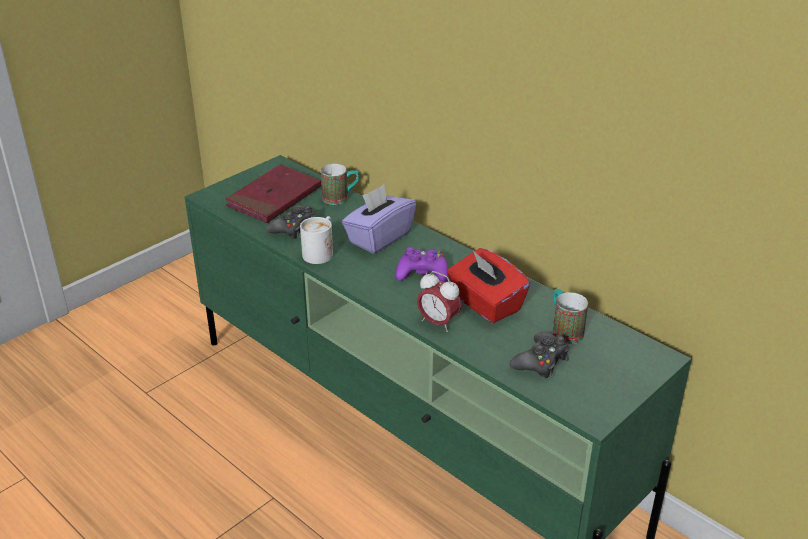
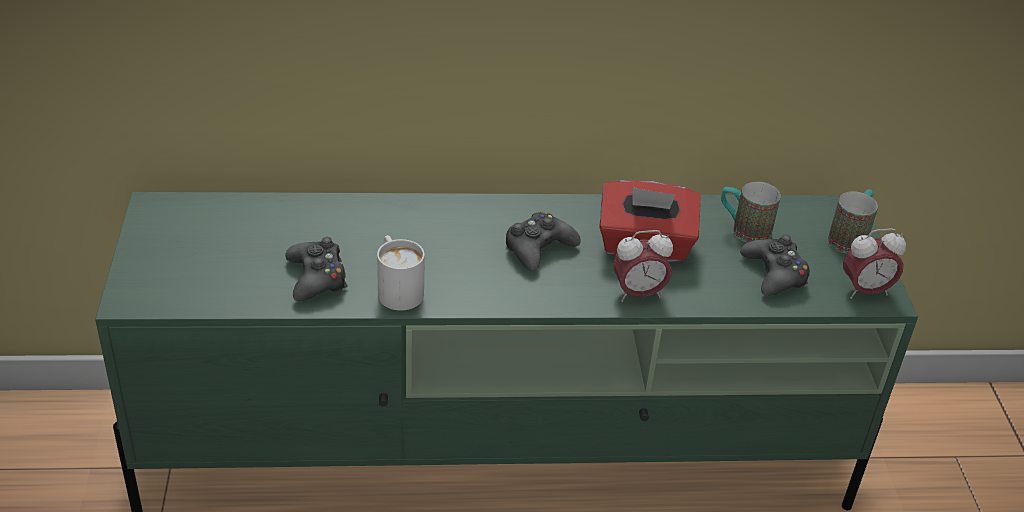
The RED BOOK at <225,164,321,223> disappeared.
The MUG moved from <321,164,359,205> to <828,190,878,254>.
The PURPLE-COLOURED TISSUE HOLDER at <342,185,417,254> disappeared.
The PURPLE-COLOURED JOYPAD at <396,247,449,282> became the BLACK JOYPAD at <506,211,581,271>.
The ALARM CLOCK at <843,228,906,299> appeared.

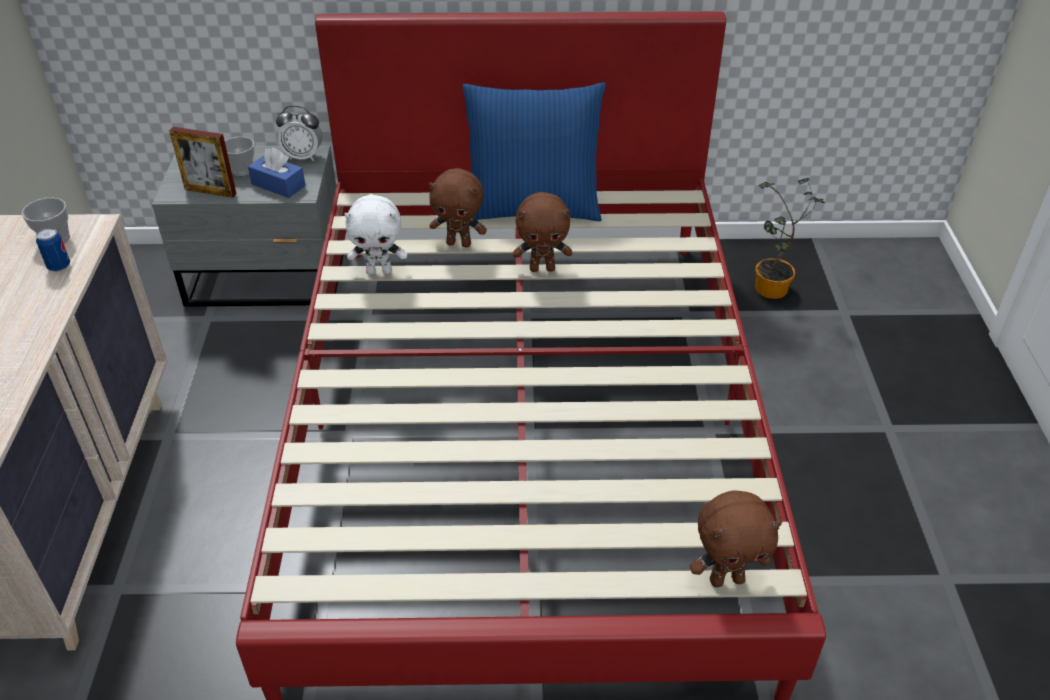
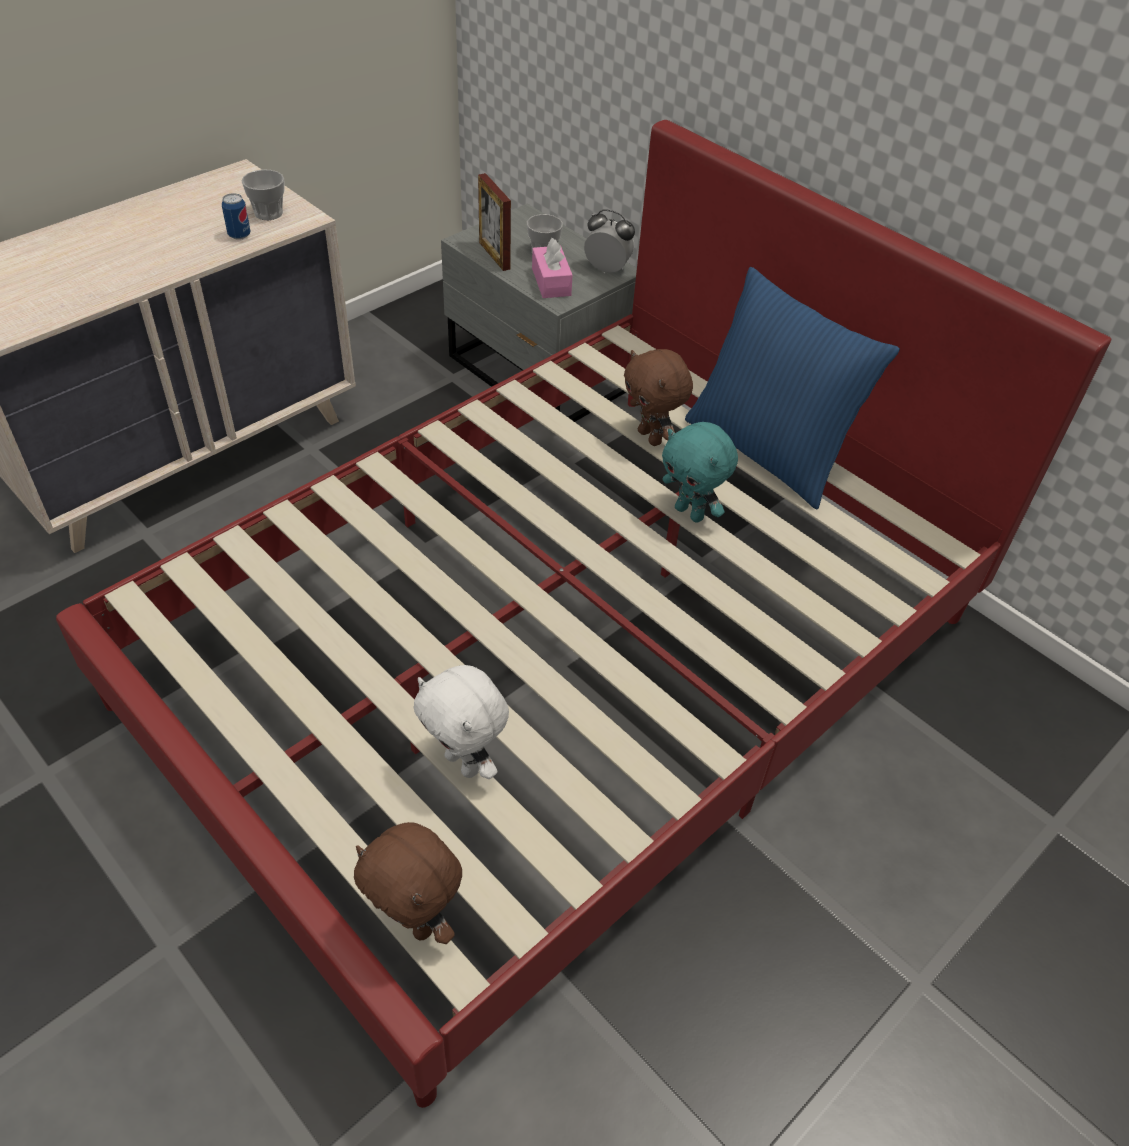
The BLUE-COLOURED TISSUE HOLDER at <248,148,306,198> became the PINKISH TISSUE HOLDER at <532,238,573,298>.
The ALARM CLOCK at <276,105,322,161> turned 150 degrees clockwise.
The WHITISH PLUSH TOY moved from <344,195,407,275> to <413,665,509,779>.
The BROWN-COLOURED PLUSH TOY at <513,192,572,272> became the BLUE-GREEN PLUSH TOY at <662,422,738,523>.
The HOUSEPLANT at <755,178,825,299> disappeared.

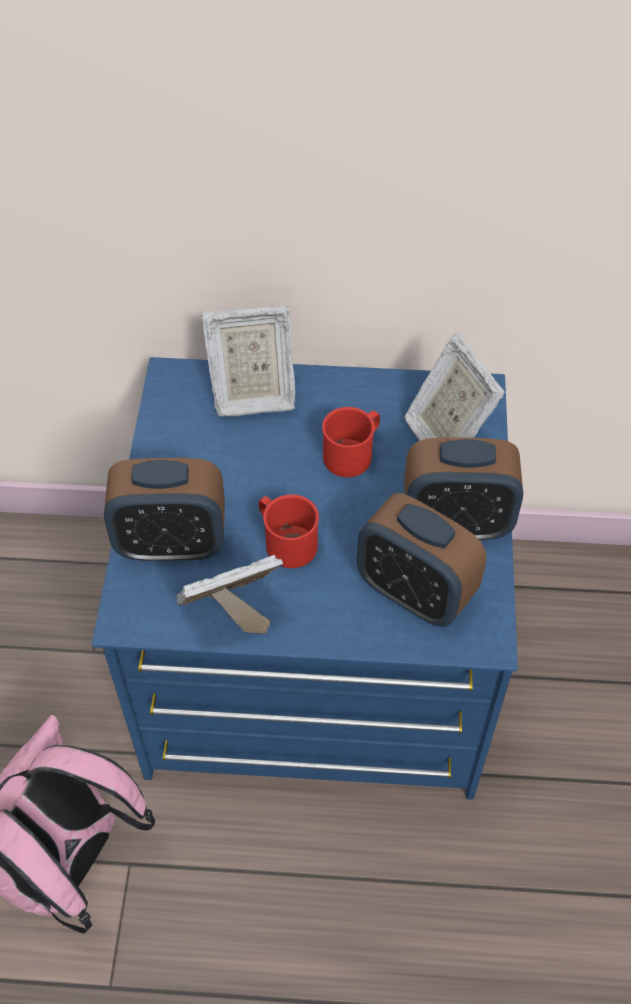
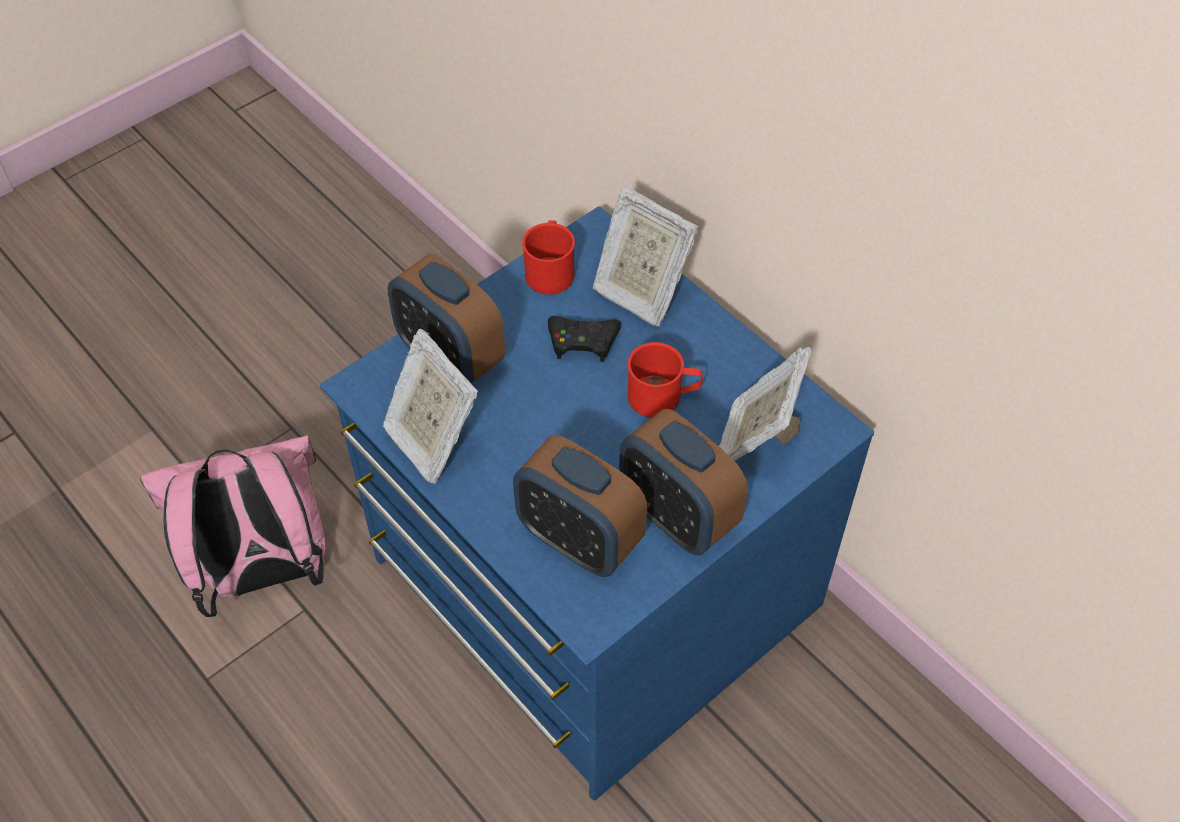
The STANDING FRAME at <177,555,283,634> turned 150 degrees counterclockwise.
The RED MUG moved from <259,494,319,568> to <522,220,575,295>.
The ALARM CLOCK at <357,493,486,627> turned 45 degrees counterclockwise.
The BLACK JOYPAD at <548,316,621,362> appeared.

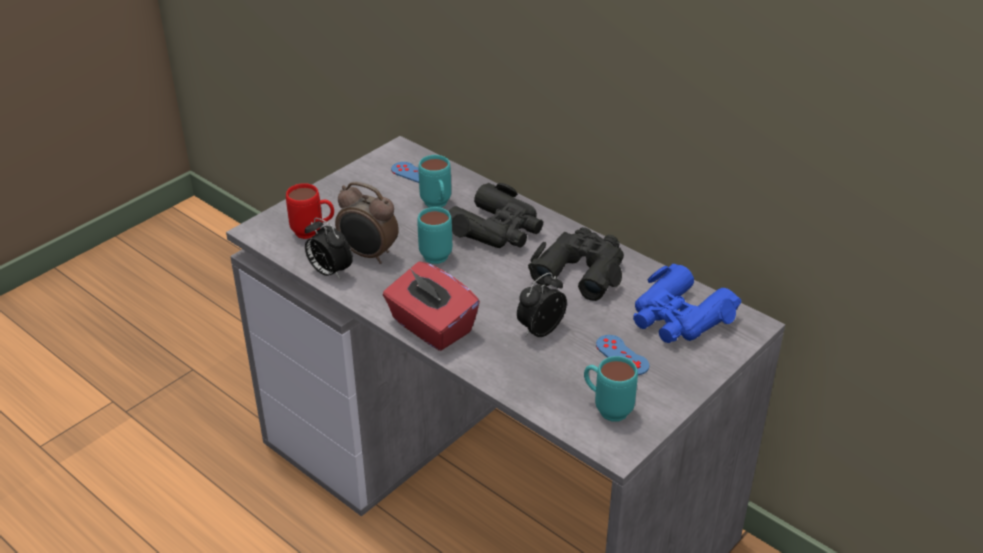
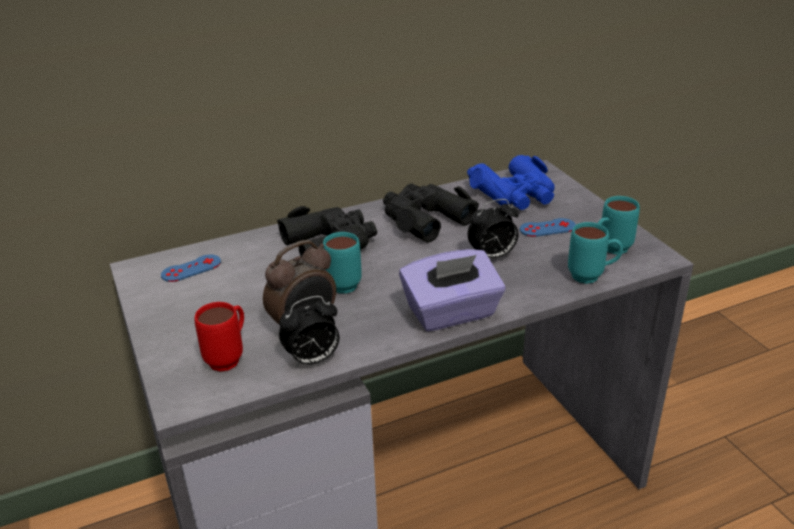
The RED TISSUE HOLDER at <383,262,480,351> became the PURPLE-COLOURED TISSUE HOLDER at <399,249,505,331>.
The BLUE-GREEN MUG moved from <418,155,451,208> to <568,222,623,284>.
The ALARM CLOCK at <517,273,567,337> turned 90 degrees counterclockwise.

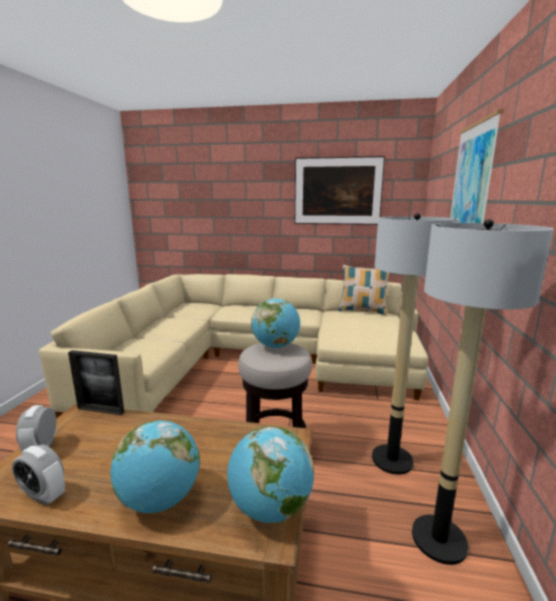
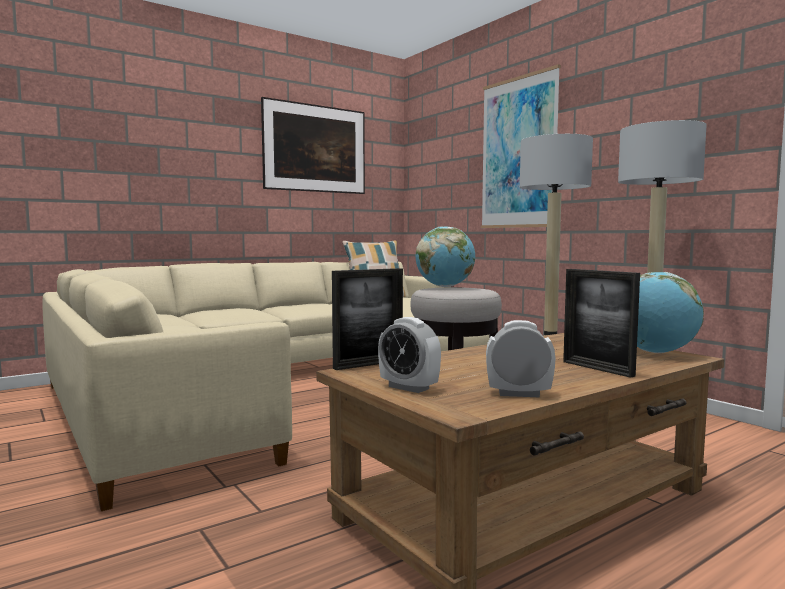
The ALARM CLOCK at <12,445,65,505> turned 150 degrees counterclockwise.
The GLOBE at <110,420,200,513> was replaced by the STANDING FRAME at <563,269,640,378>.

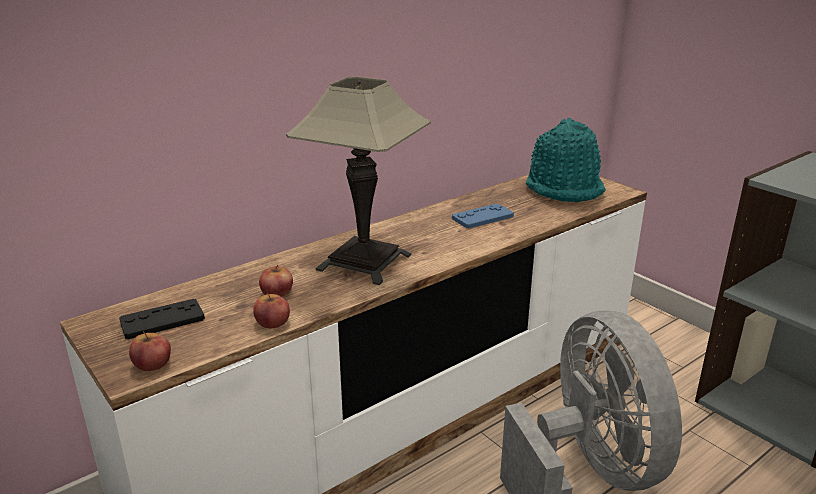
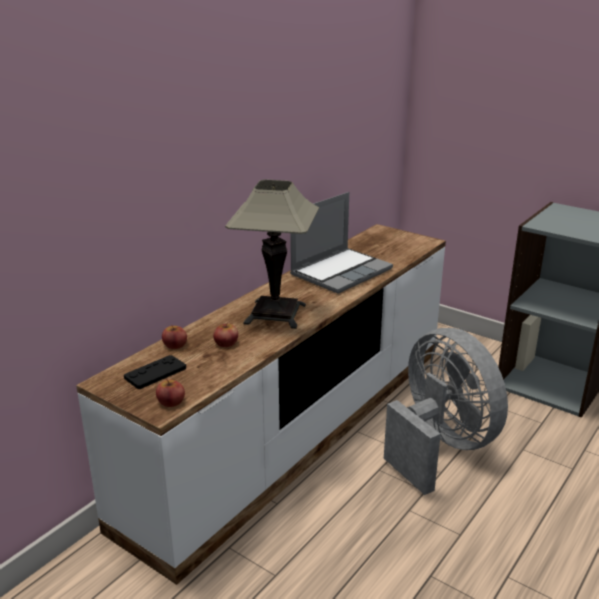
The WHOLE APPLE moved from <253,293,290,328> to <162,325,187,349>.
The BLUE-COLOURED JOYPAD at <452,204,514,229> was replaced by the PORTABLE COMPUTER at <290,192,393,294>.
The BLUE-GREEN HAT at <526,118,606,202> disappeared.

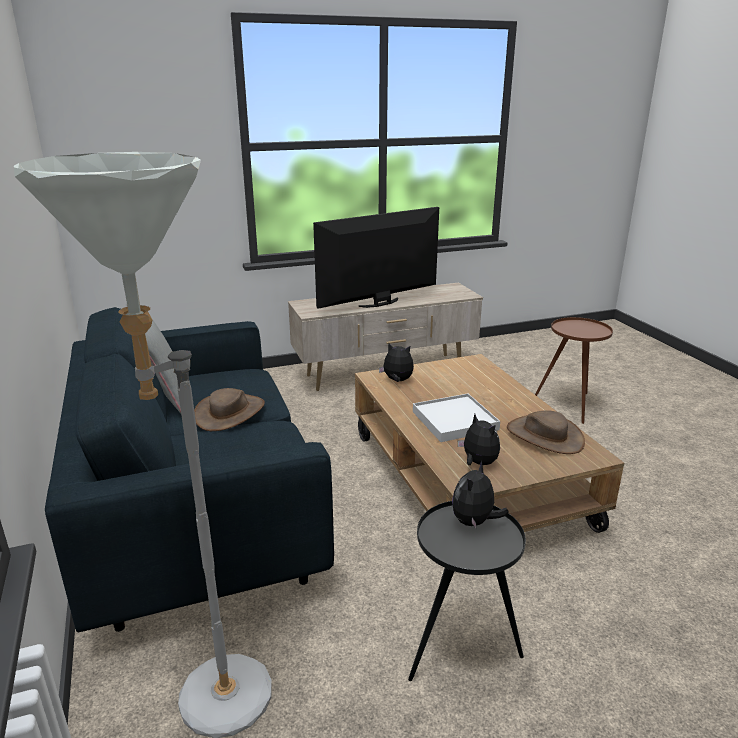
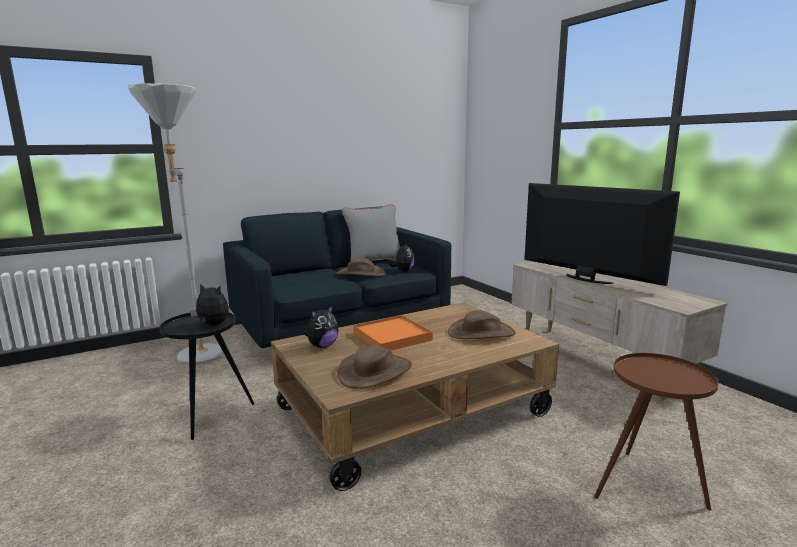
The PLUSH TOY moved from <379,343,414,382> to <389,243,415,271>.
The WHITISH SERVING TRAY at <413,394,500,442> became the ORANGEY SERVING TRAY at <353,315,433,350>.
The BROWN-COLOURED HAT at <448,310,516,339> appeared.

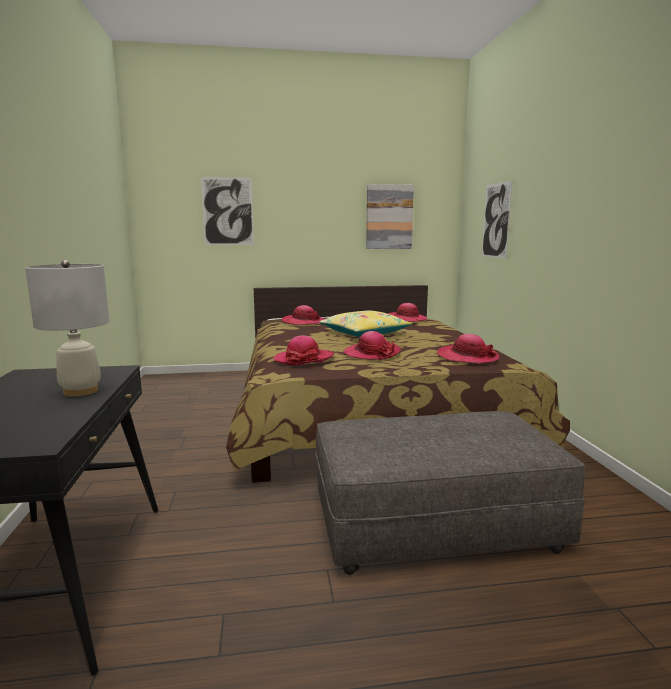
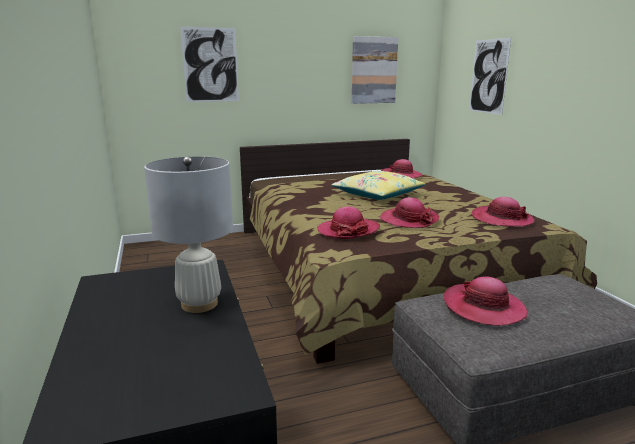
The HAT moved from <282,305,324,325> to <443,276,528,326>.

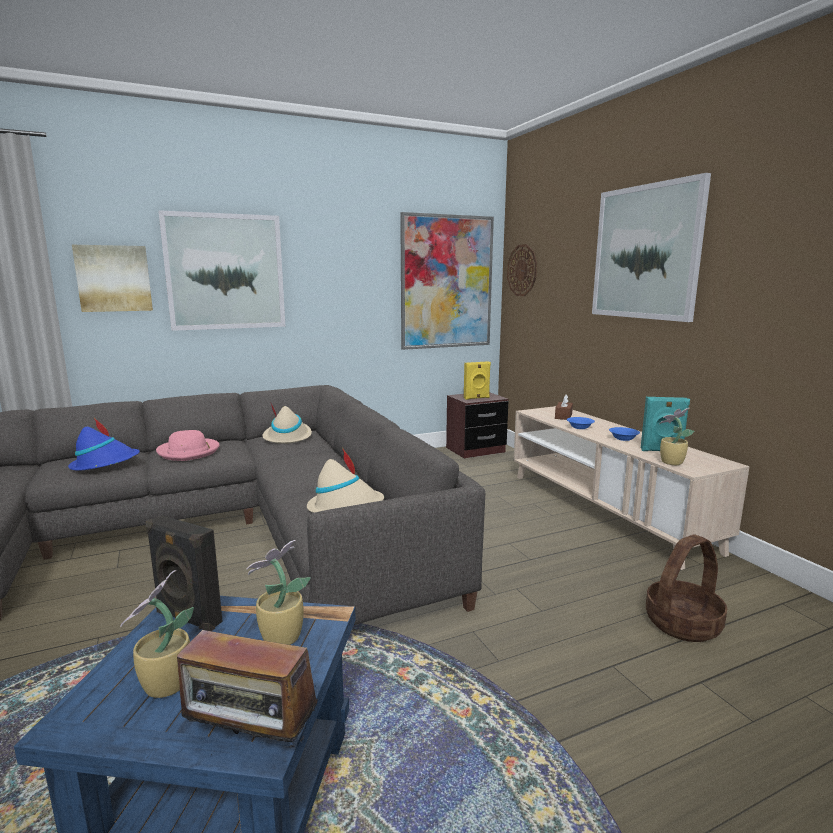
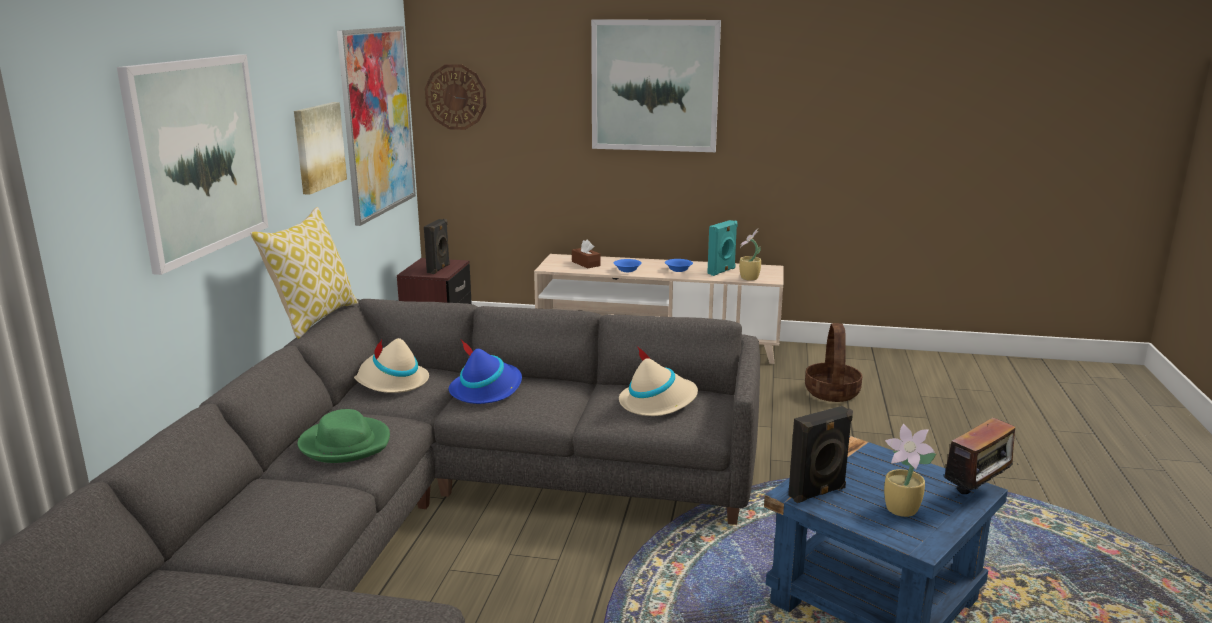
The BLUE-COLOURED HAT moved from <68,418,140,471> to <449,339,522,404>.
The WALL ART moved from <72,245,153,312> to <294,102,347,195>.
The PINKISH HAT at <156,430,220,461> became the GREEN HAT at <297,409,390,463>.
The HOUSEPLANT at <246,540,311,645> disappeared.
The YELLOWISH LOUDSPEAKER at <464,361,491,400> became the BLACK LOUDSPEAKER at <424,219,450,274>.
The PILLOW at <250,207,358,339> appeared.

